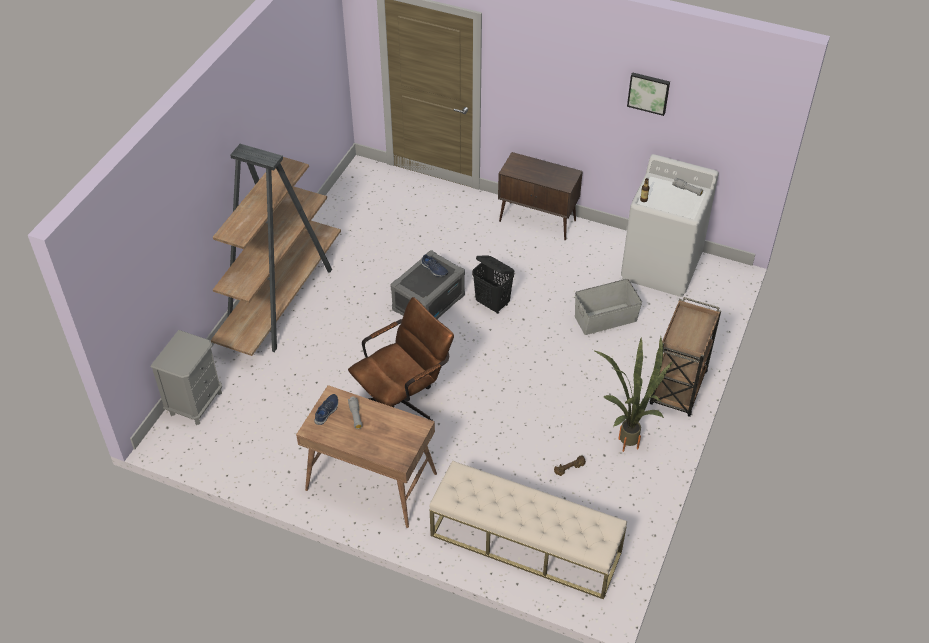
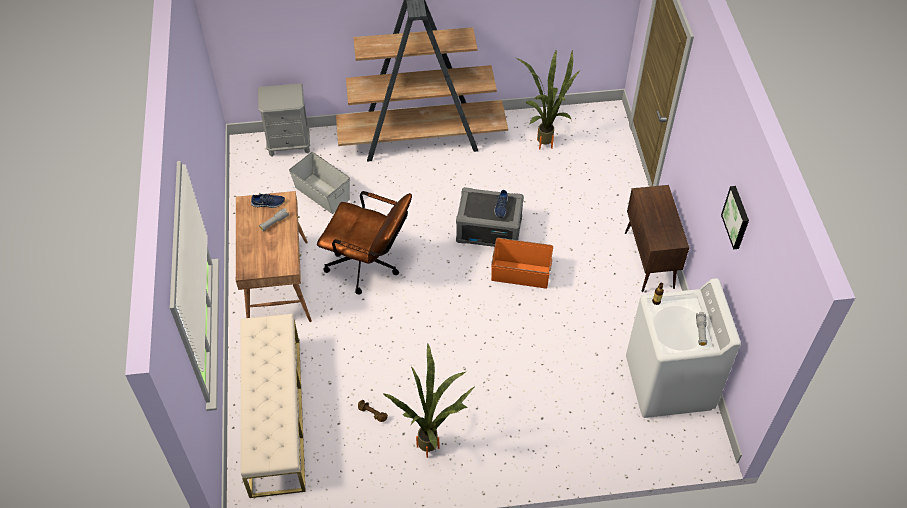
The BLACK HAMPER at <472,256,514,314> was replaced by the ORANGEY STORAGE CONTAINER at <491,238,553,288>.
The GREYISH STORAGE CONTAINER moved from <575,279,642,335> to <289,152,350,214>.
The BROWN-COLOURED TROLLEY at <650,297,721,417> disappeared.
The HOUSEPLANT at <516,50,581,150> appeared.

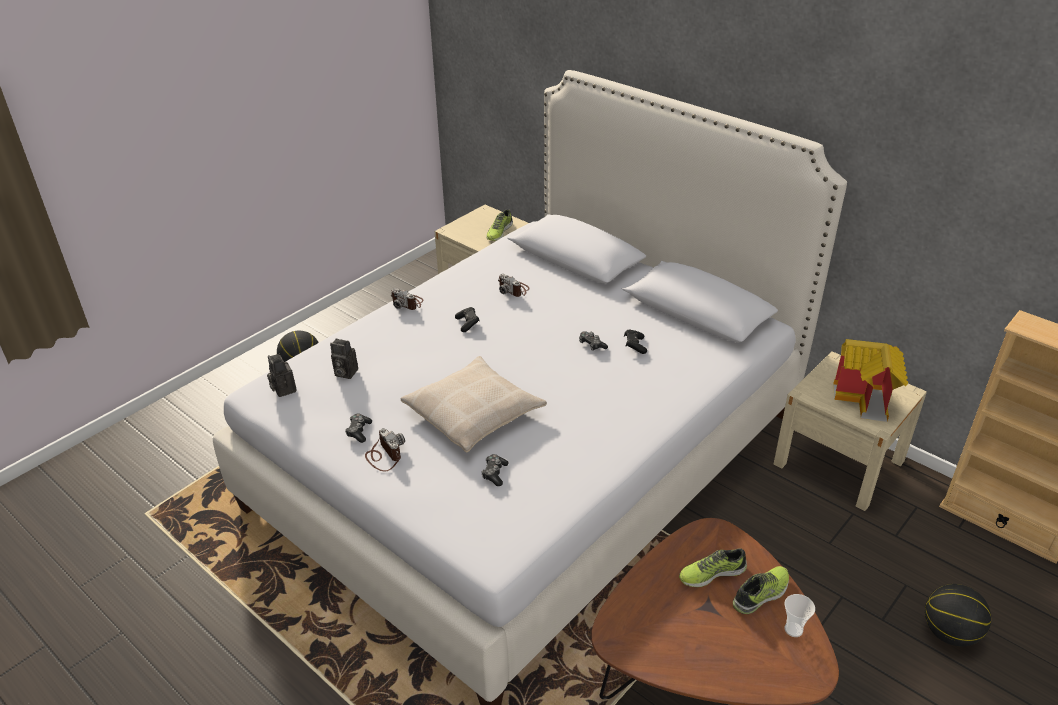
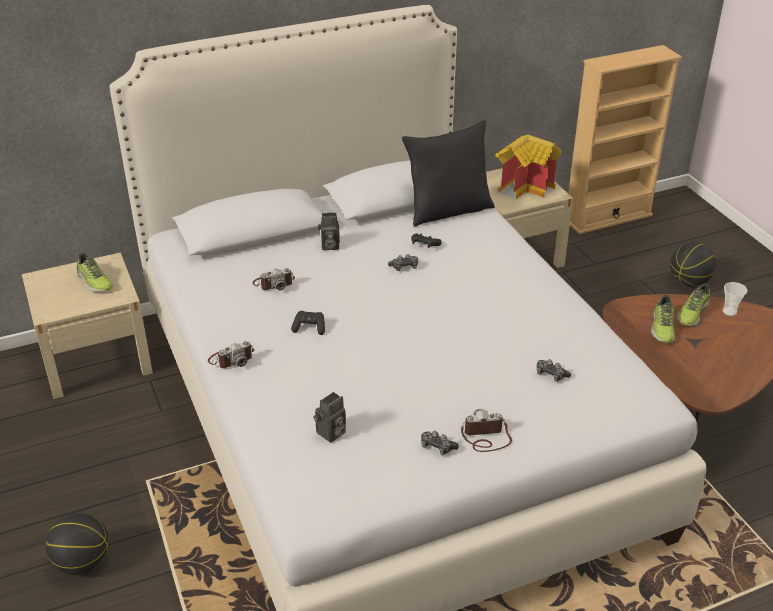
The STILL CAMERA moved from <267,354,297,397> to <318,213,340,250>.
The SAND-COLOURED PILLOW at <401,356,547,452> disappeared.
The SHOE at <733,566,789,614> turned 135 degrees counterclockwise.
The BLACK PILLOW at <402,120,495,226> appeared.

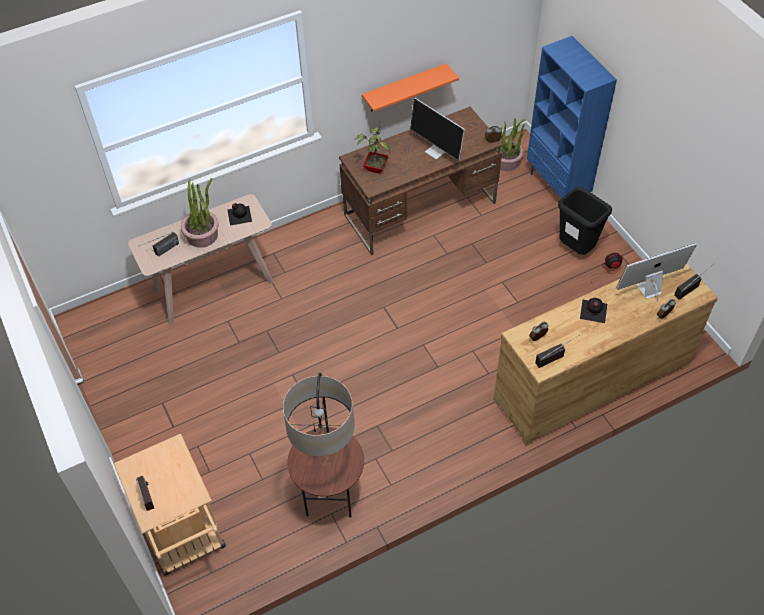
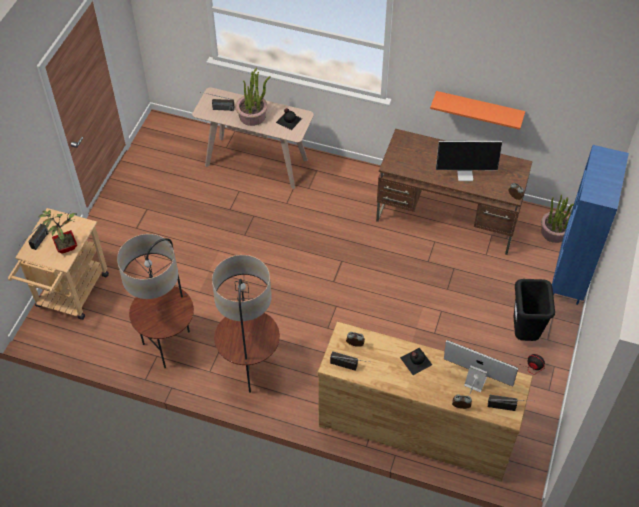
The HOUSEPLANT moved from <354,124,390,174> to <39,210,77,254>.
The COMPUTER DISPLAY at <410,98,465,160> turned 90 degrees counterclockwise.
The STANDING LAMP at <212,255,280,393> appeared.

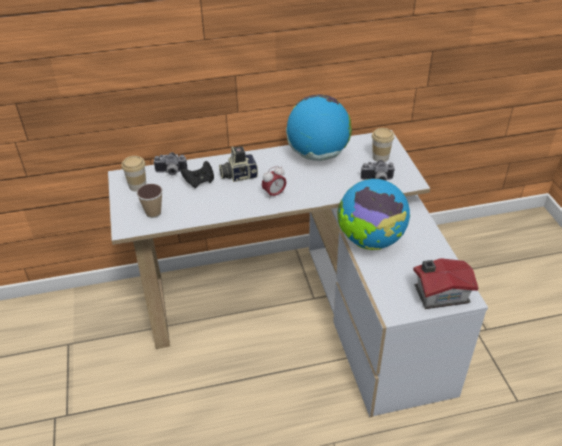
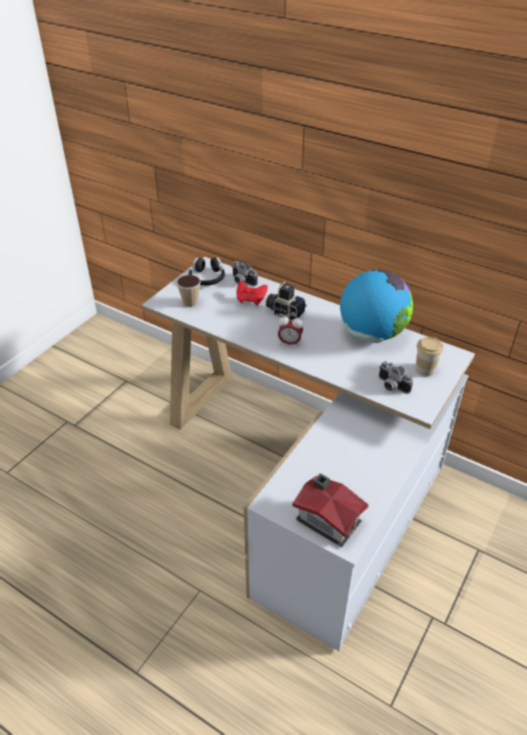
The SMALL CUP at <121,156,146,192> was replaced by the BLACK HEADSET at <189,257,225,286>.
The BLACK JOYPAD at <181,161,214,188> became the RED JOYPAD at <237,281,268,306>.
The GLOBE at <337,179,410,250> disappeared.

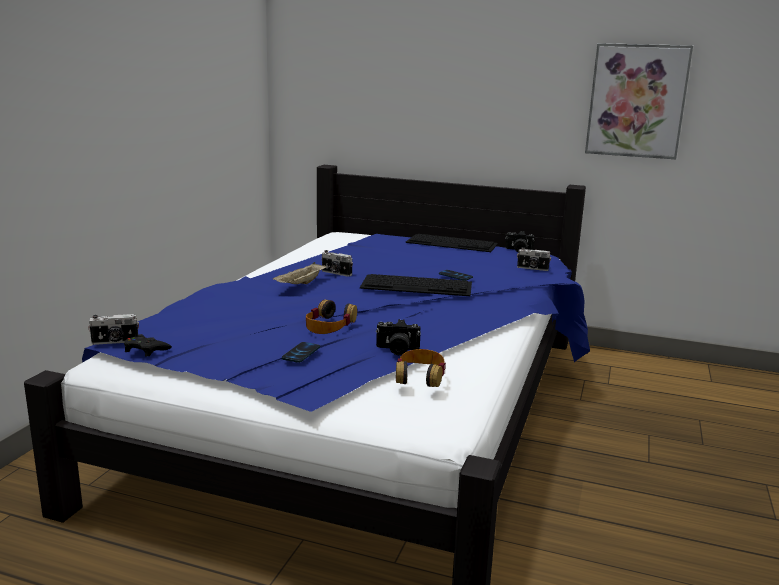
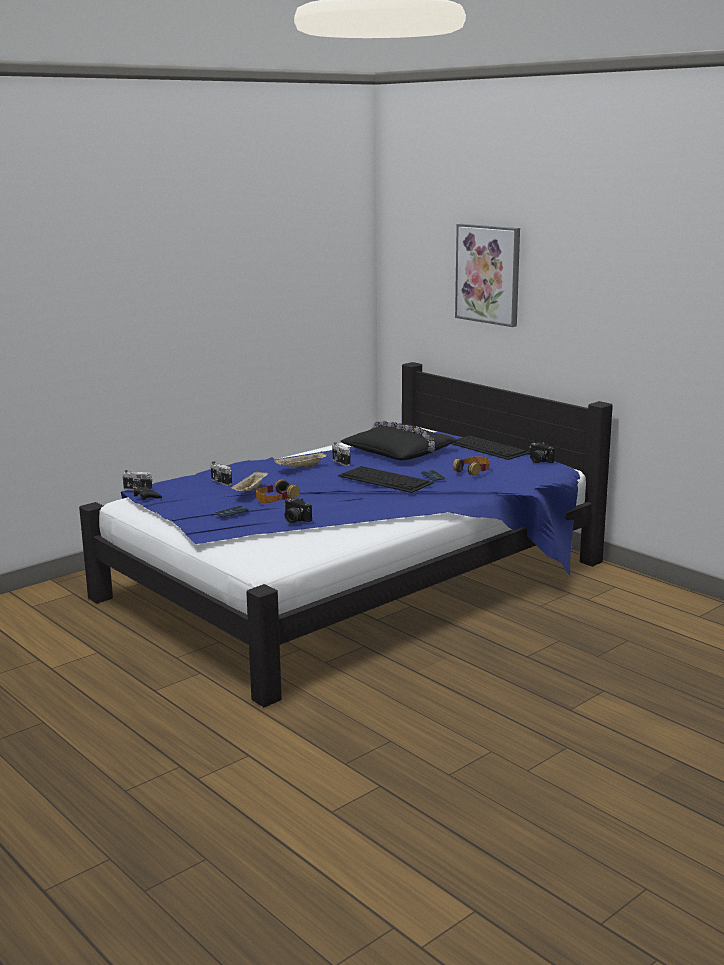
The HEADSET moved from <396,349,446,387> to <453,456,490,476>.
The STILL CAMERA moved from <517,247,551,271> to <210,461,232,486>.
The WALL ART moved from <585,43,693,159> to <455,224,520,327>.
The SAND-COLOURED SERVING TRAY at <231,470,268,491> appeared.
The BLACK PILLOW at <341,421,458,460> appeared.

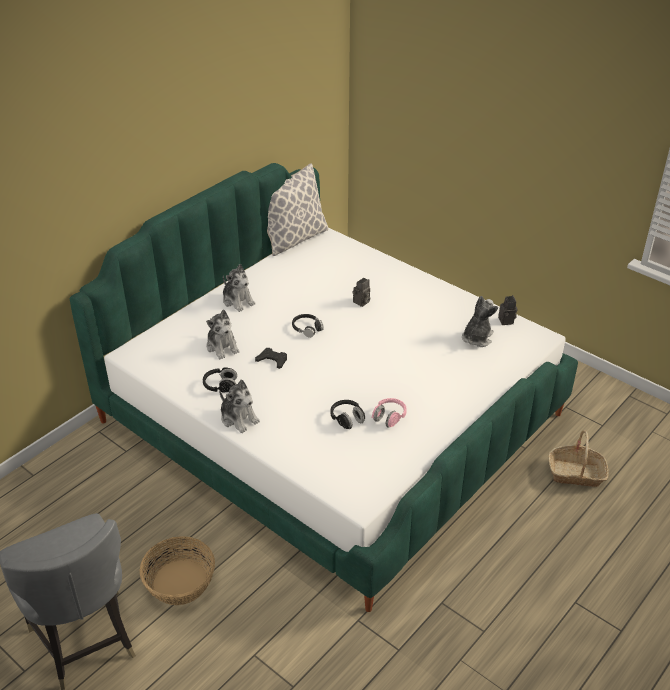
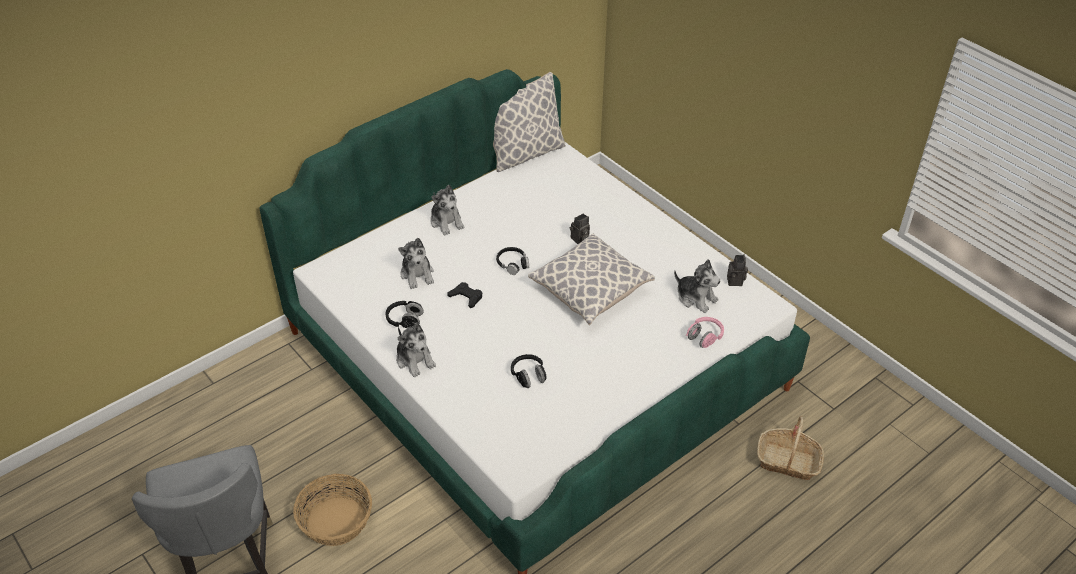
The PINKISH HEADSET moved from <371,398,407,427> to <686,317,724,348>.
The PLUSH TOY at <462,296,498,347> turned 90 degrees clockwise.
The PILLOW at <528,234,655,325> appeared.

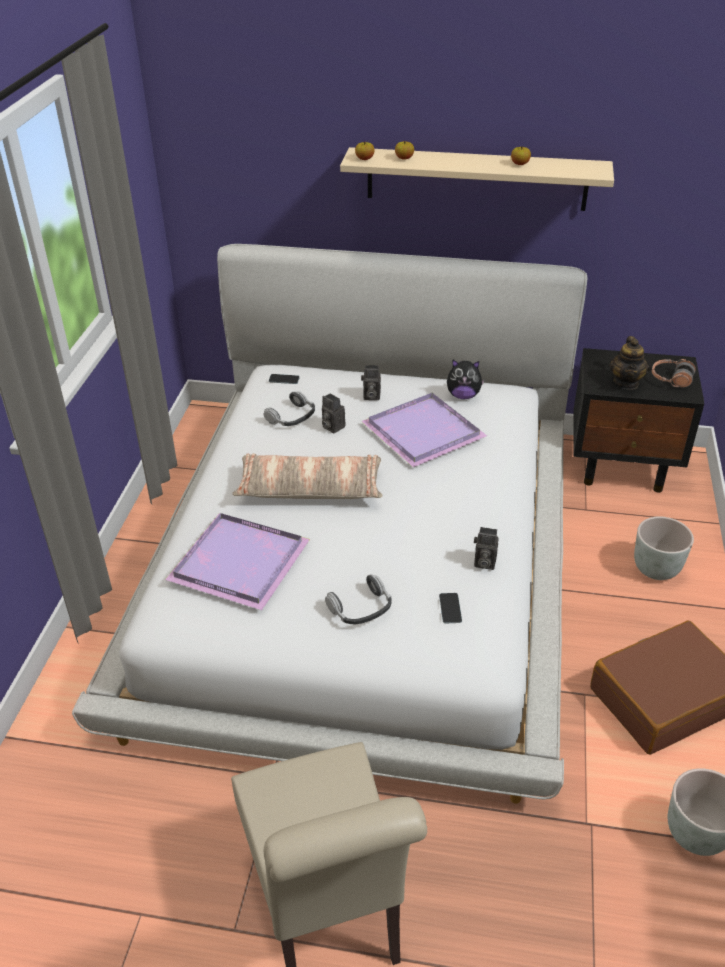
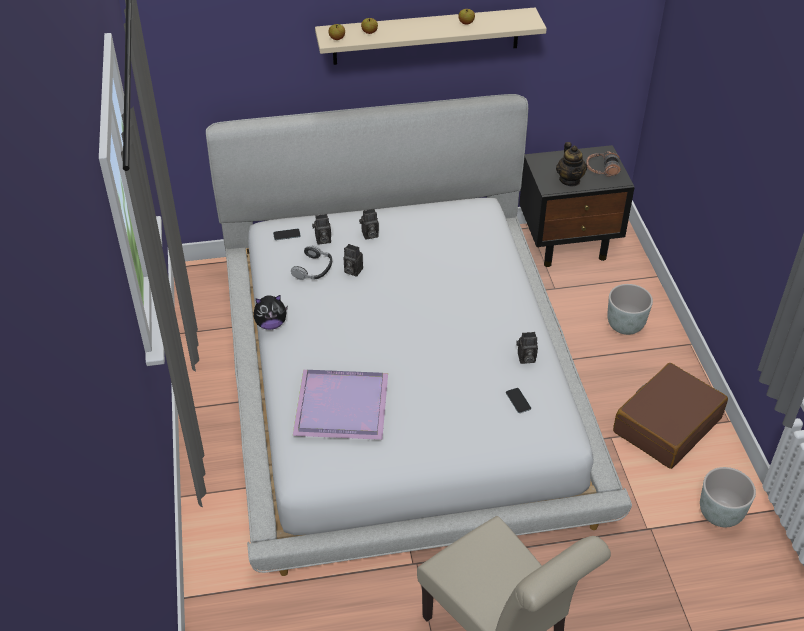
The PILLOW at <232,453,383,499> disappeared.
The HEADSET at <325,574,392,624> disappeared.
The PURPLE-COLOURED SERVING TRAY at <361,393,487,467> disappeared.
The PLUSH TOY moved from <447,360,485,399> to <254,295,288,330>.
The STILL CAMERA at <312,214,331,245> appeared.

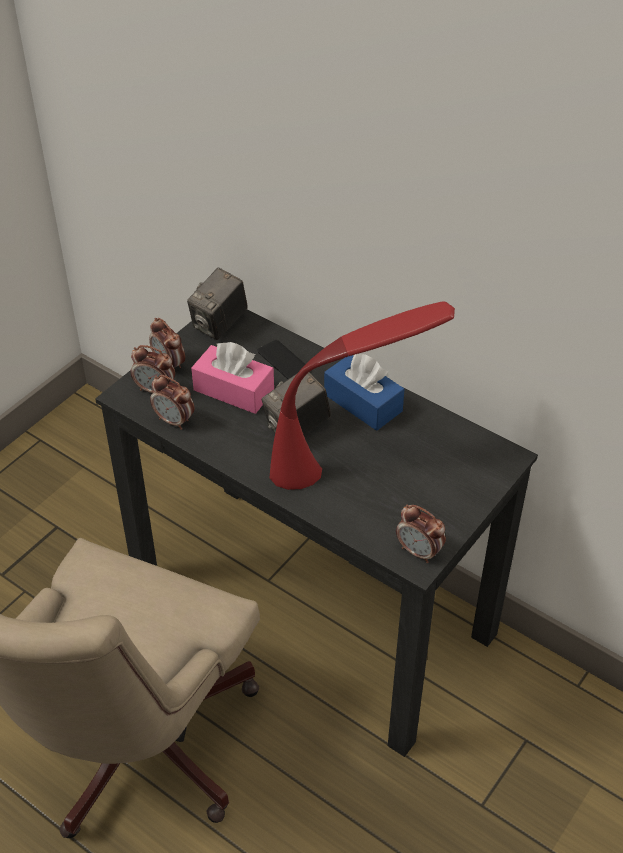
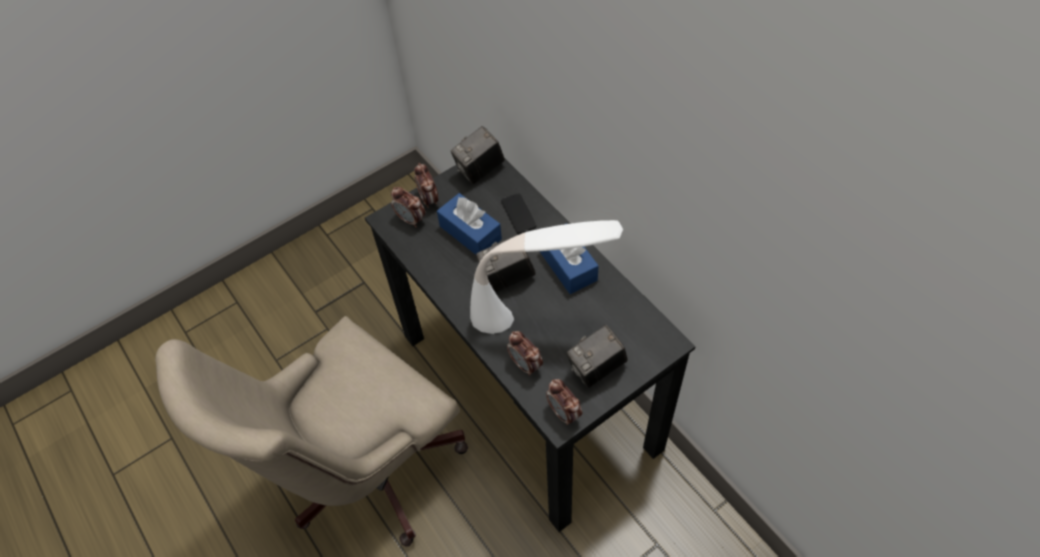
The ALARM CLOCK moved from <150,375,195,430> to <507,331,543,376>.
The PINKISH TISSUE HOLDER at <191,342,274,414> became the BLUE-COLOURED TISSUE HOLDER at <437,193,502,255>.
The RED TABLETOP LAMP at <270,301,455,490> became the WHITISH TABLETOP LAMP at <470,220,623,334>.
The STILL CAMERA at <567,325,628,388> appeared.

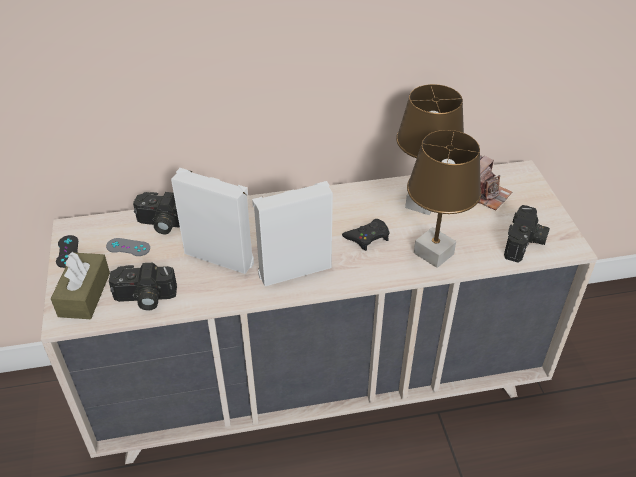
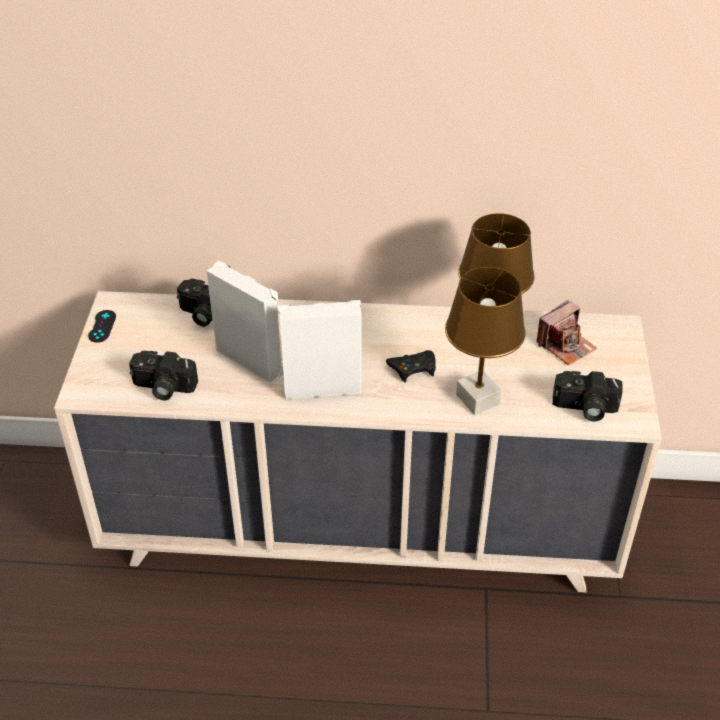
The BROWN-COLOURED TISSUE HOLDER at <51,252,110,319> disappeared.
The GREYISH JOYPAD at <106,238,150,256> disappeared.
The STILL CAMERA at <504,205,550,263> turned 60 degrees clockwise.

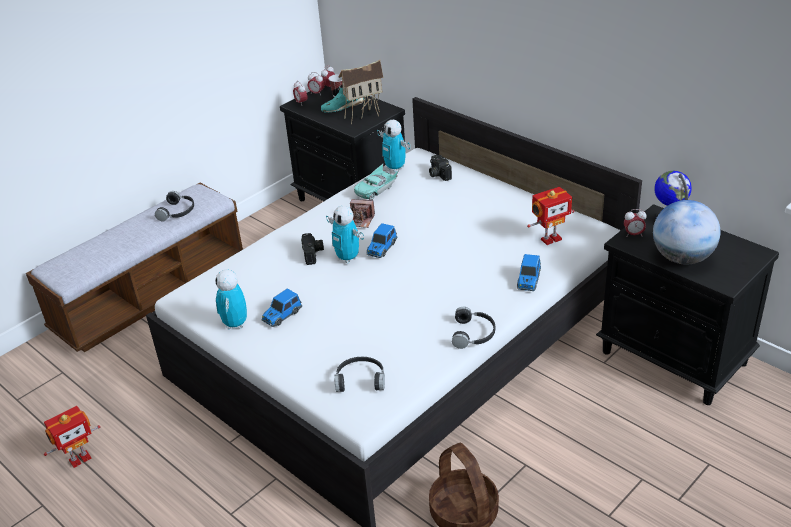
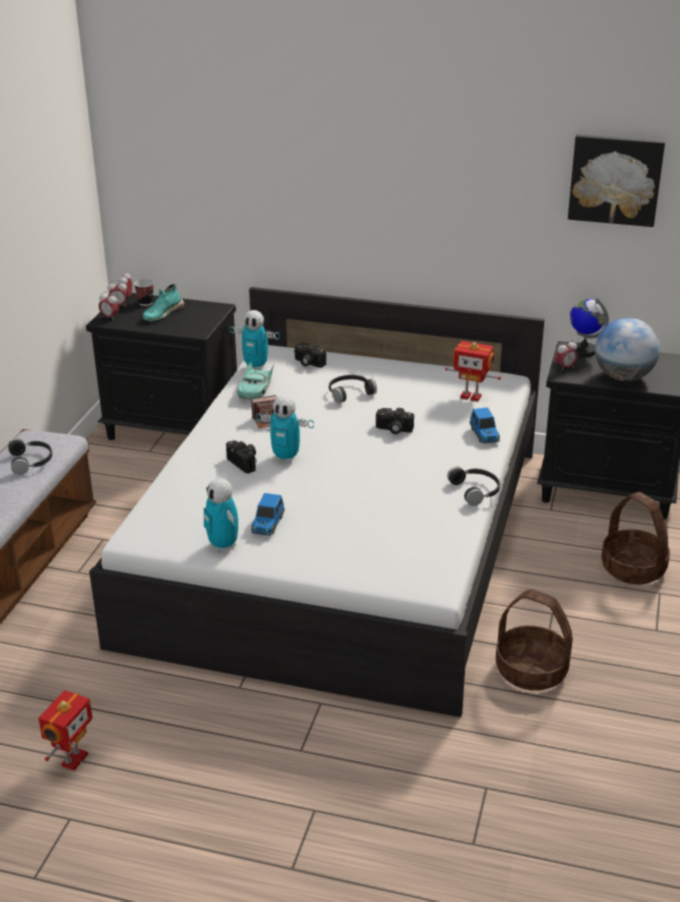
The BLACK HEADSET moved from <334,357,385,392> to <329,375,377,403>.
The TOY HOUSE at <338,60,383,124> disappeared.
The MODEL CAR at <366,223,397,258> disappeared.
The ROBOT FIGURE at <527,187,574,245> turned 75 degrees clockwise.
The STILL CAMERA at <376,408,414,434> appeared.
The WALL ART at <568,135,665,227> appeared.
The HOUSEHOLD BASKET at <601,492,670,584> appeared.

